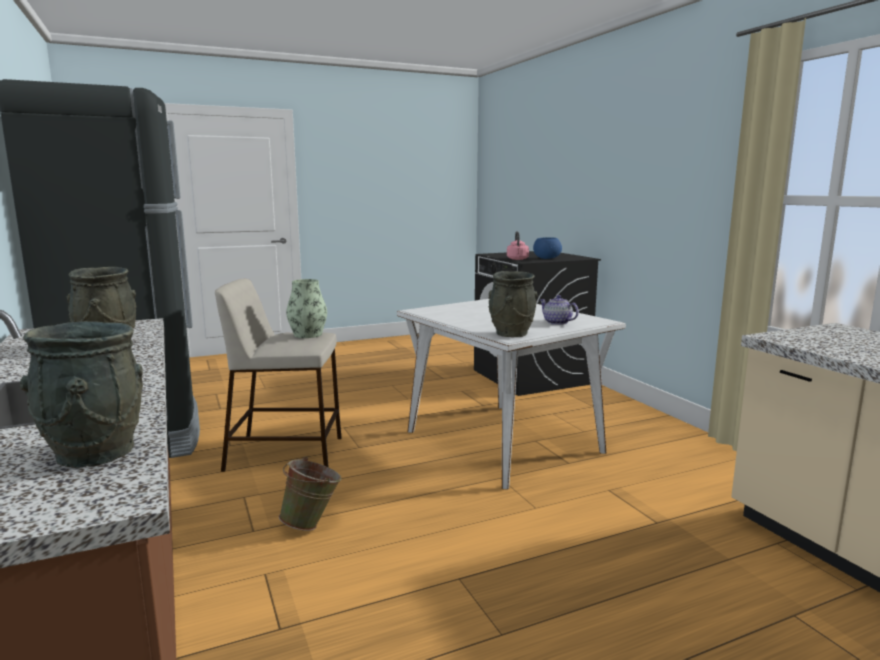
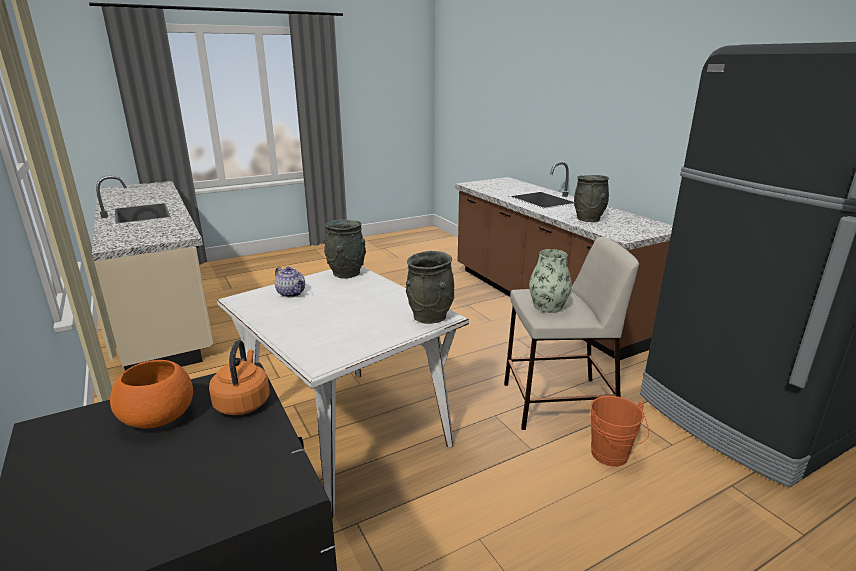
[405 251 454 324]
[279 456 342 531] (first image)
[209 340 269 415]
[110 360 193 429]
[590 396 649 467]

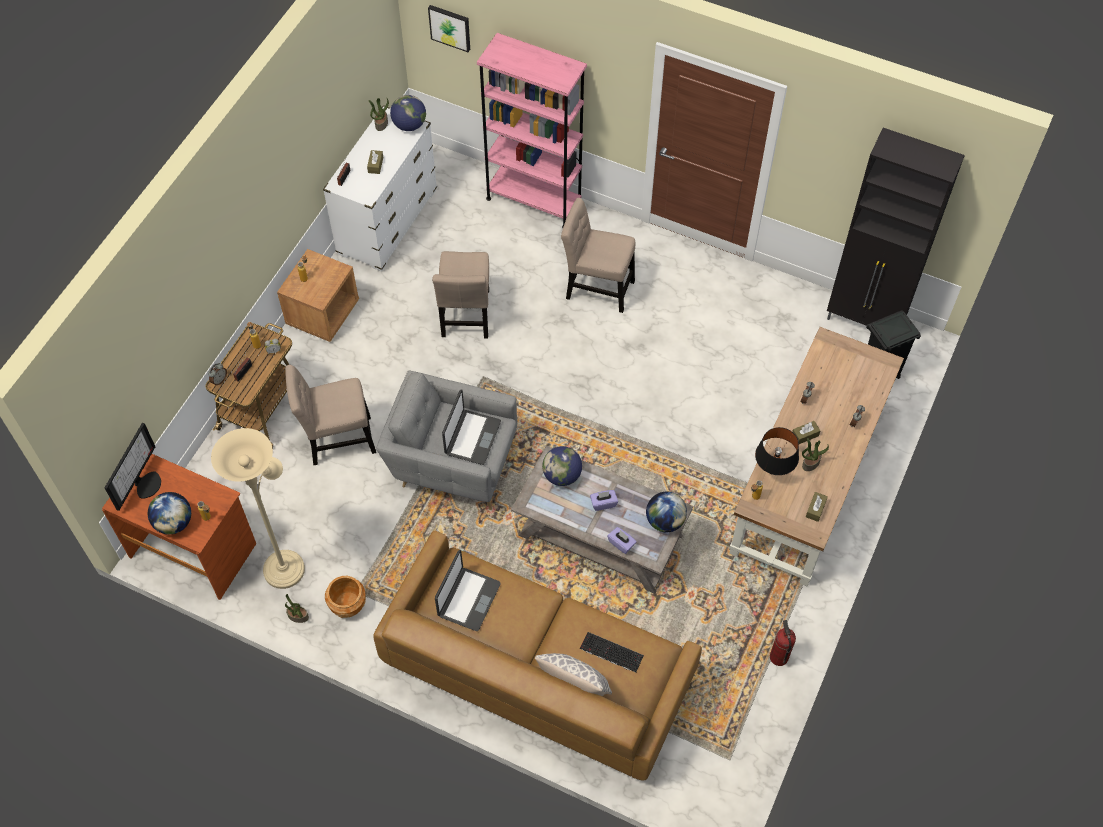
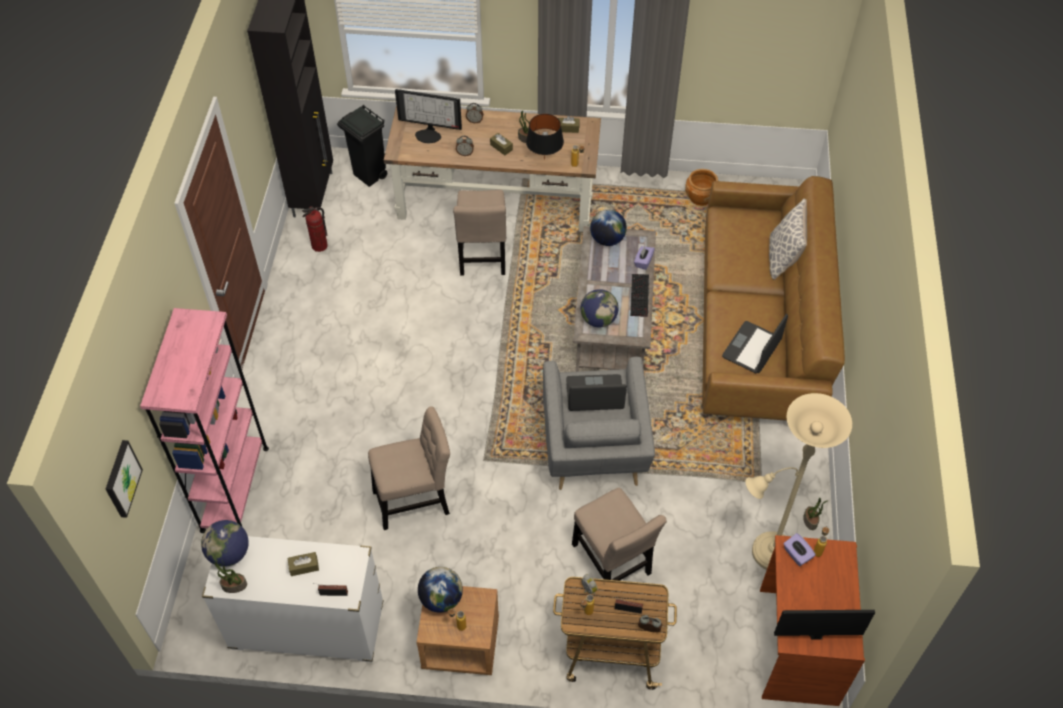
[418 567 463 613]
[685 169 718 206]
[722 313 788 373]
[453 190 506 276]
[630 274 649 317]
[784 533 816 566]
[302 206 328 252]
[395 89 462 143]

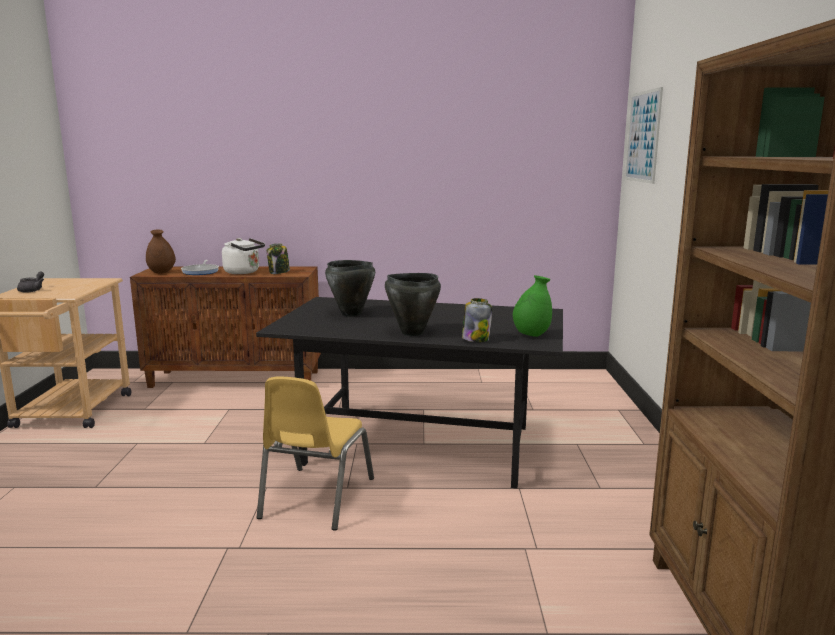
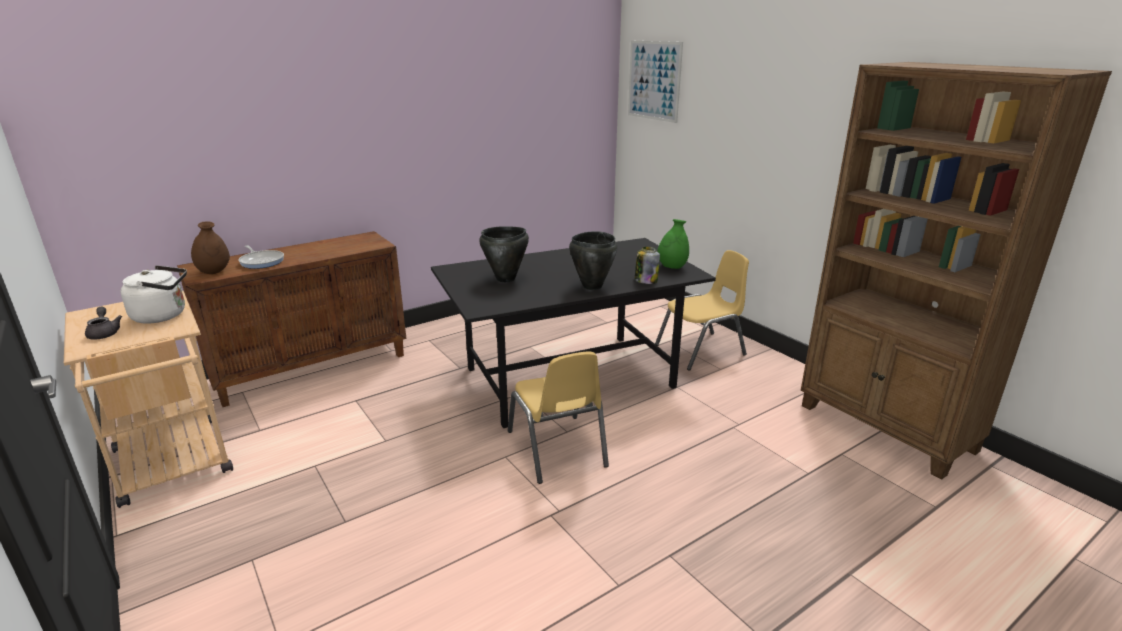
[121 265 187 324]
[267 243 290 274] (first image)
[655 250 749 371]

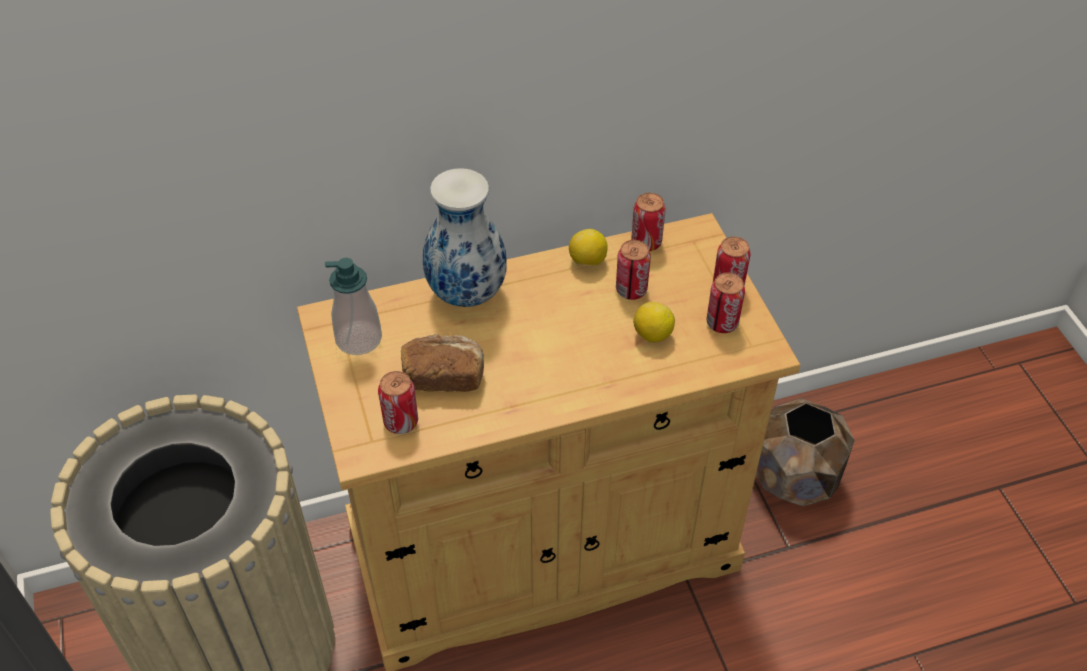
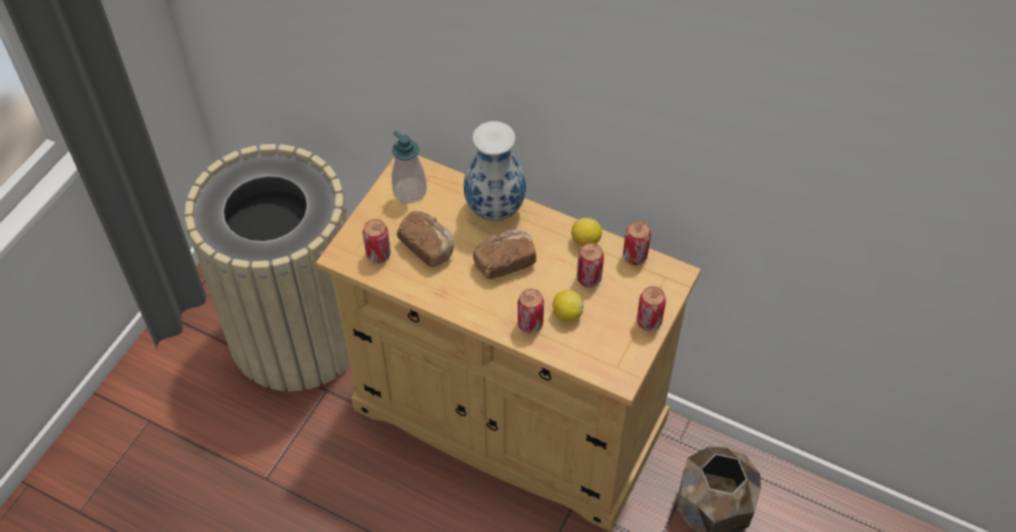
[518 289 544 333]
[473 230 536 279]

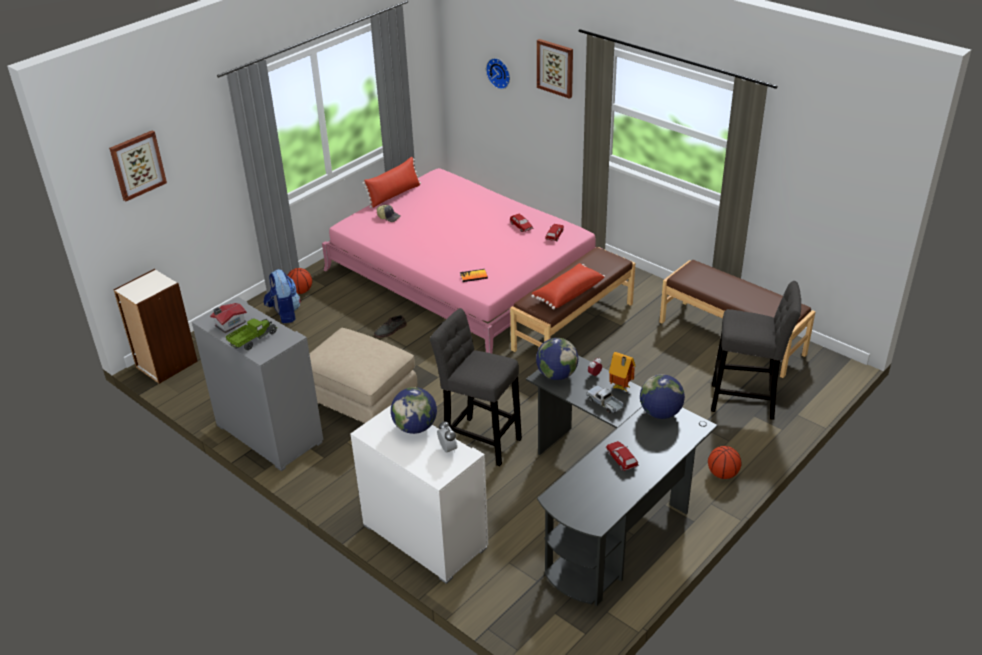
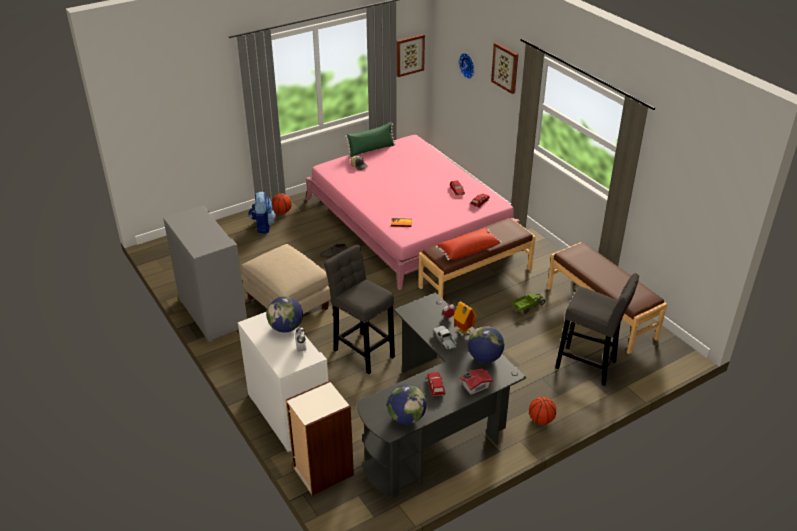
[396 34 425 77]
[286 381 354 496]
[460 369 493 396]
[512 292 546 314]
[345 122 396 157]
[387 384 427 425]

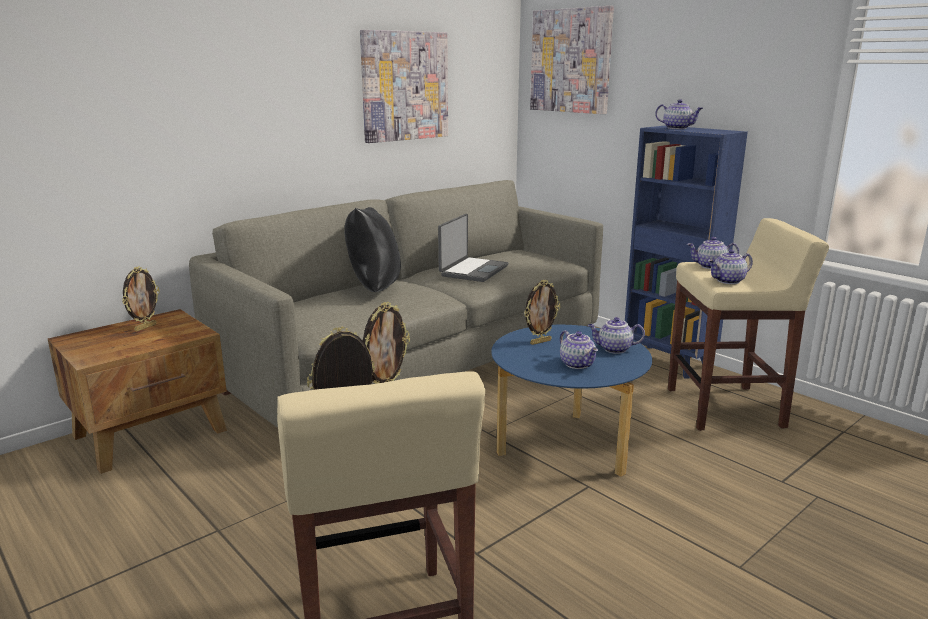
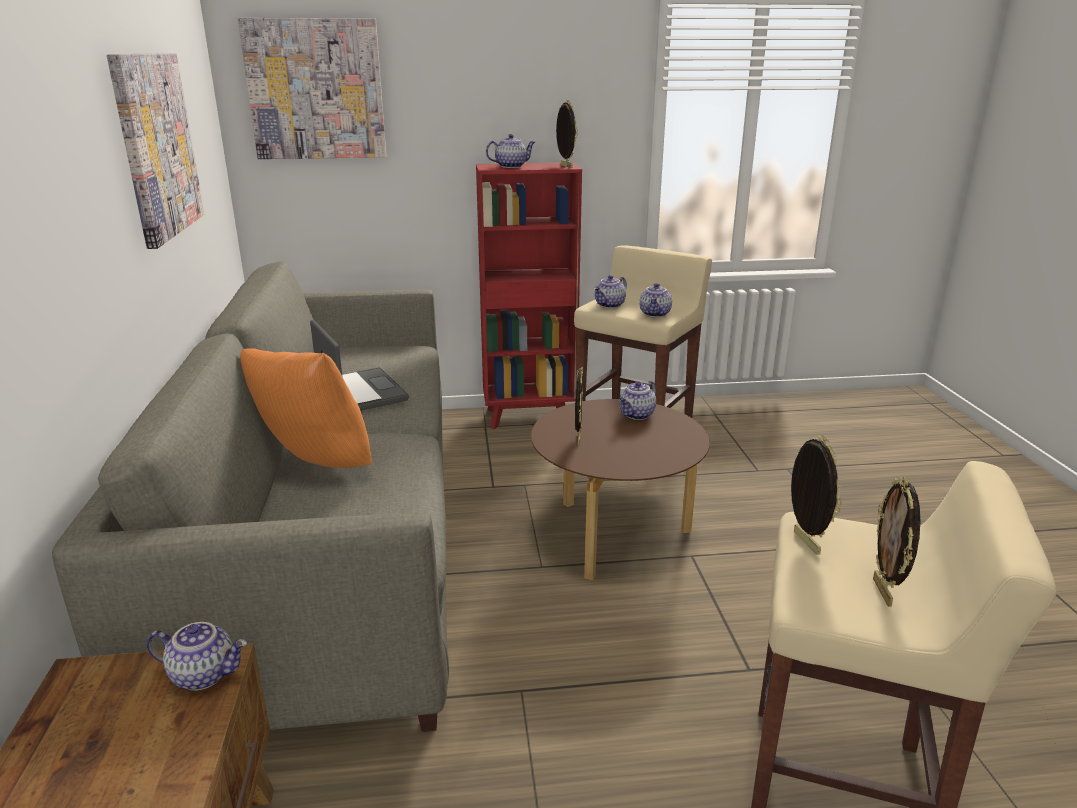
[556 100 578 168]
[240 348 372 468]
[531 399 710 581]
[146 622 247 690]
[476 162 582 429]

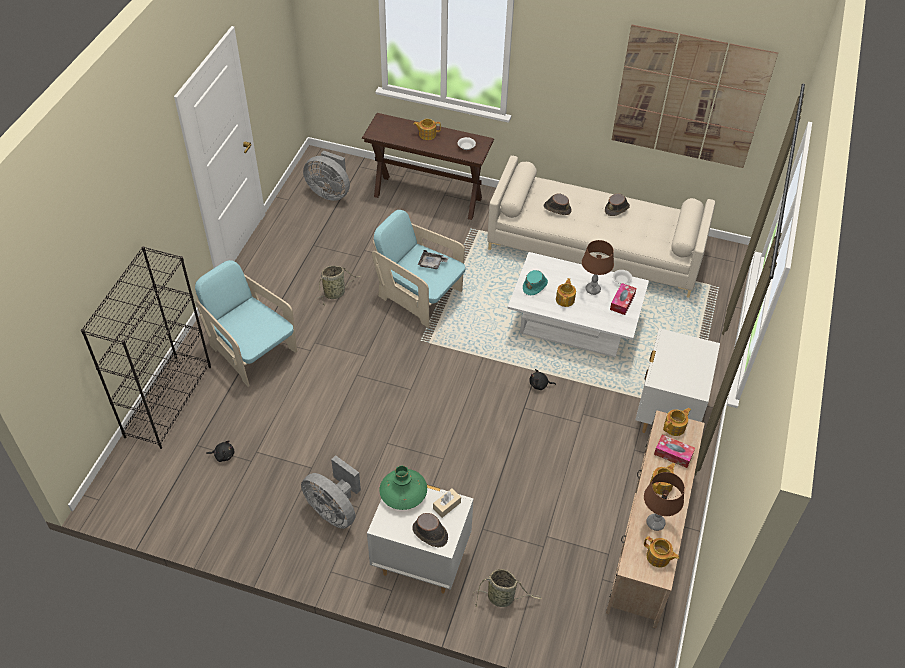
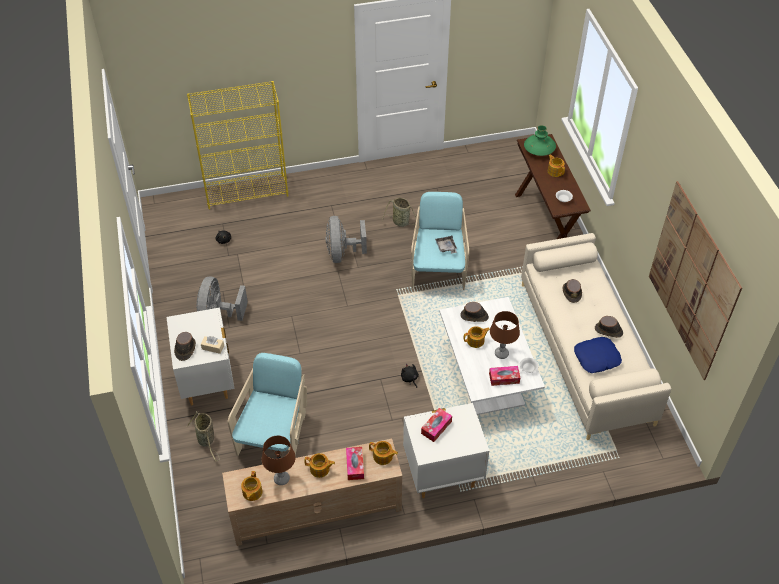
[187 81 288 209]
[228 353 307 456]
[325 216 367 263]
[524 125 556 156]
[460 302 489 322]
[421 408 452 442]
[574 337 622 373]

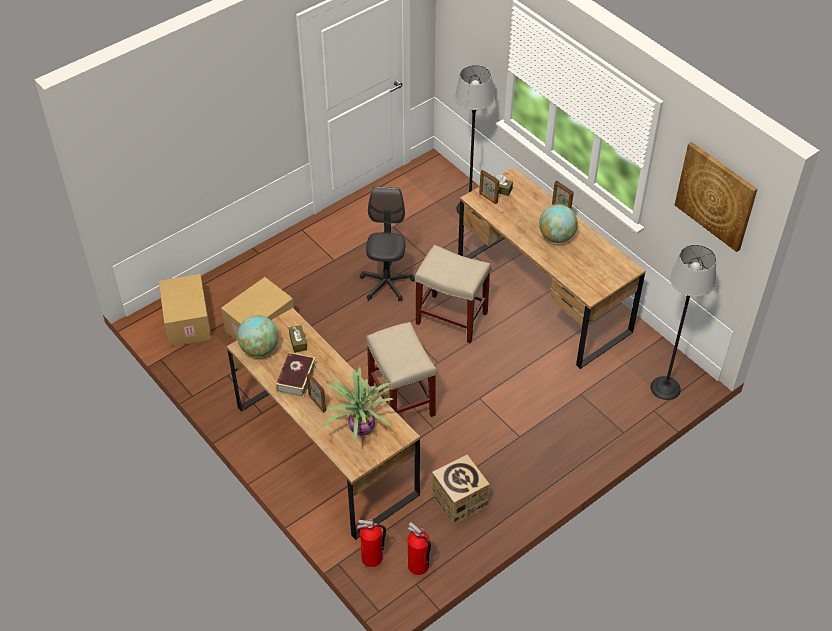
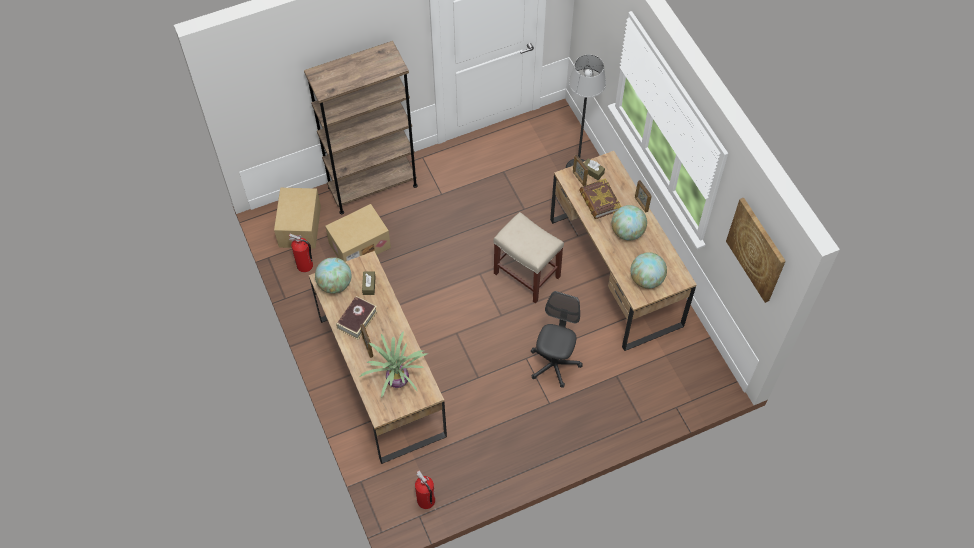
[289 234 313 272]
[531 291 582 388]
[366 322 437 417] (first image)
[432 455 490 525] (first image)
[651 245 716 400] (first image)
[304 41 418 214]
[579 178 621 219]
[630 252 667 289]

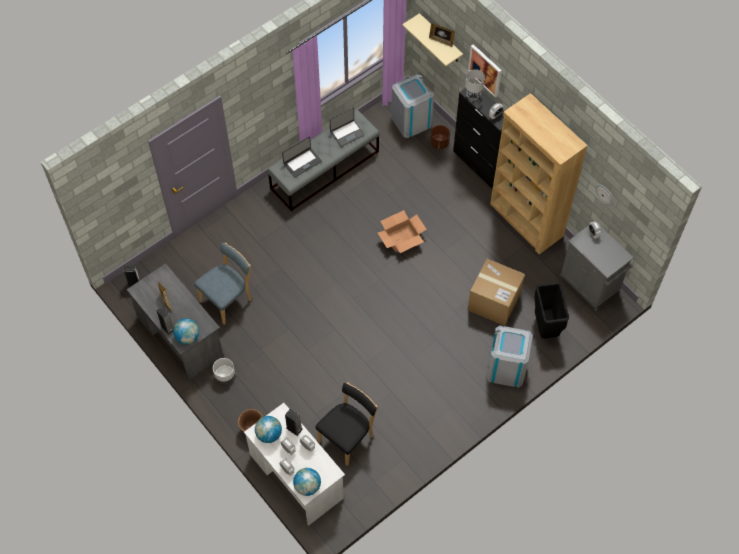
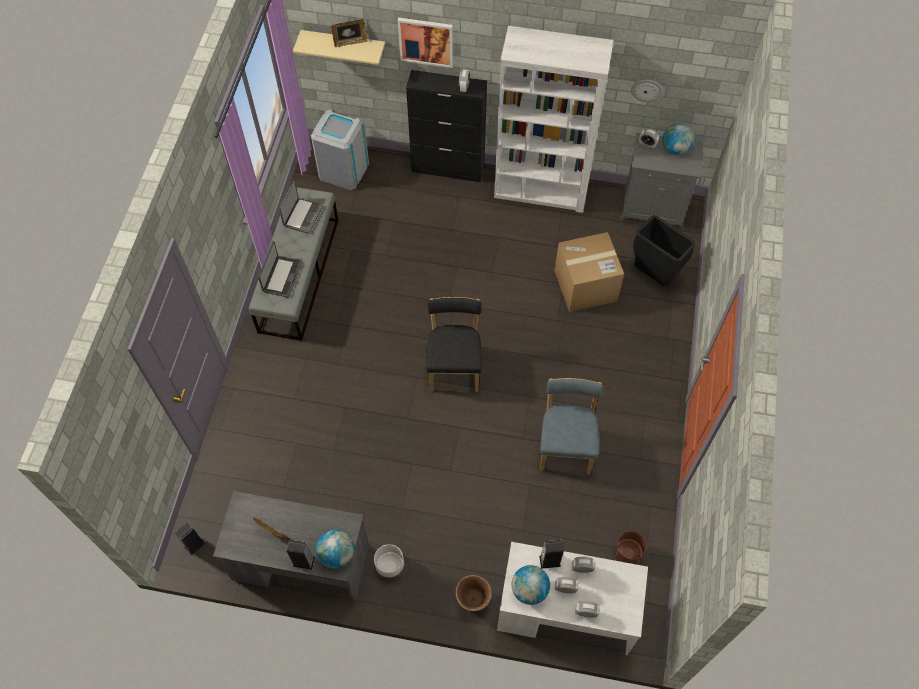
[540 378 603 475]
[663 123 694 155]
[426 297 482 392]
[378 210 427 253] (first image)
[614 531 647 565]
[465 69 485 101] (first image)
[486 325 533 388] (first image)
[494 26 613 213]

